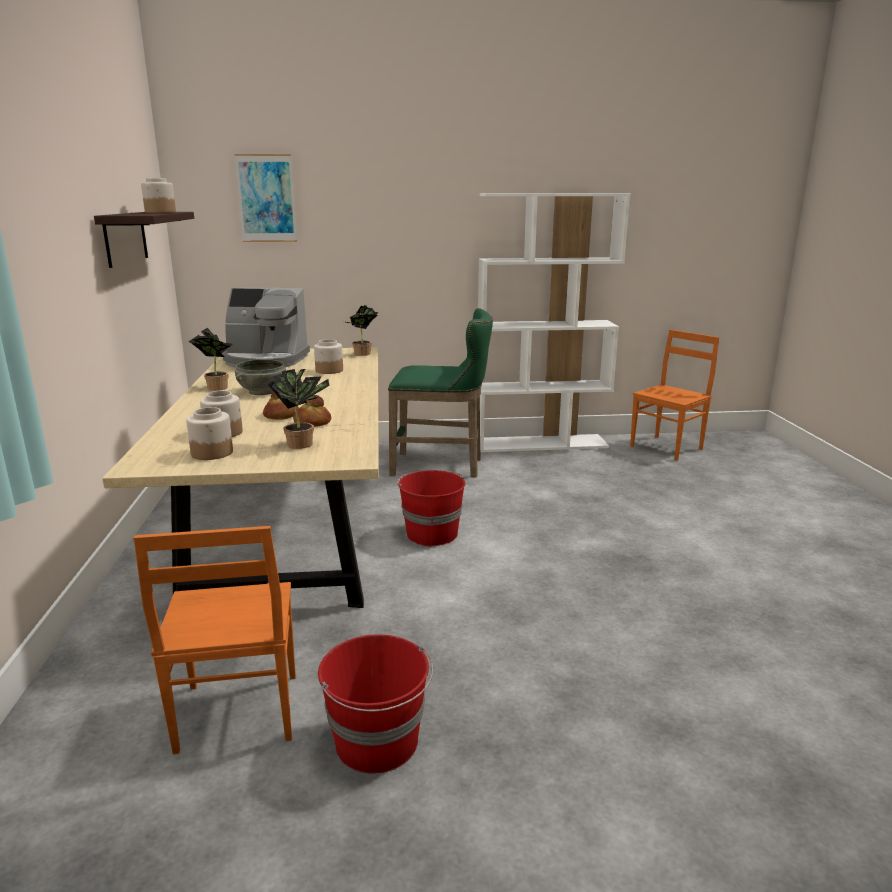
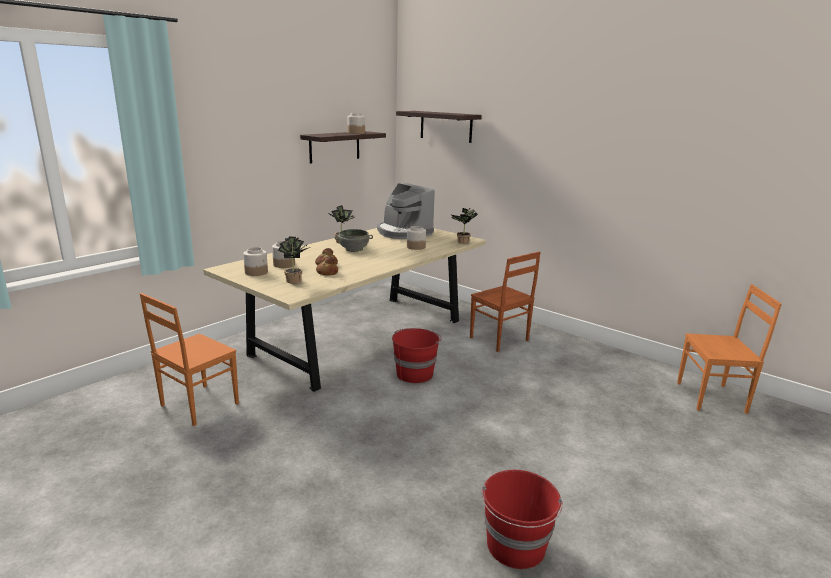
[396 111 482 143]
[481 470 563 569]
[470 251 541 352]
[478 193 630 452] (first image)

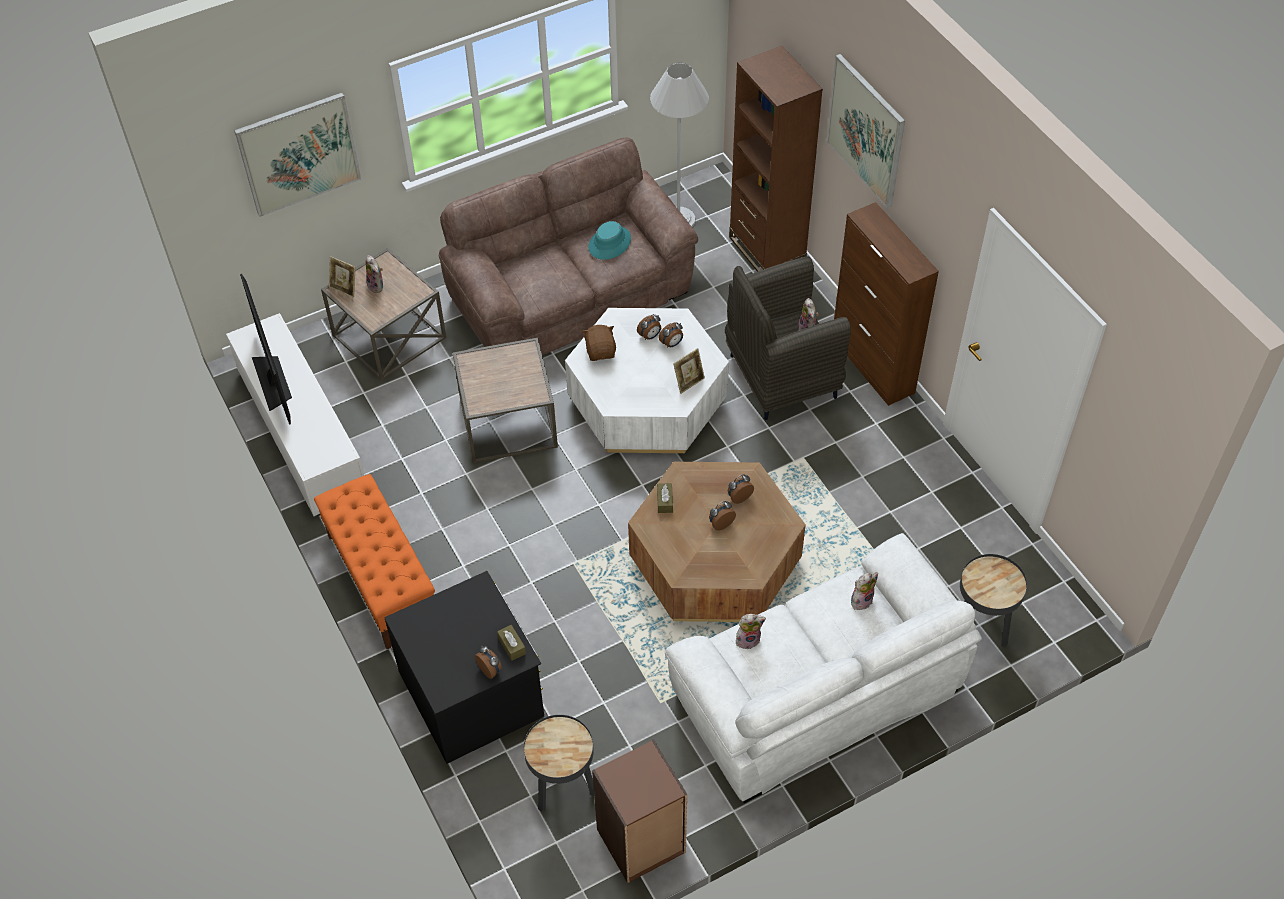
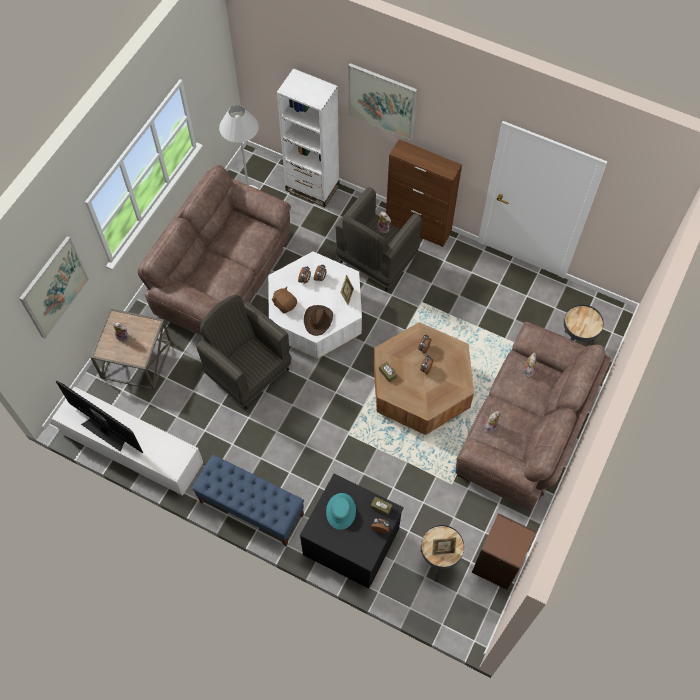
[192 455 304 546]
[432 537 457 556]
[196 295 291 410]
[326 493 356 530]
[456 322 611 511]
[277 68 339 207]
[304 305 333 336]

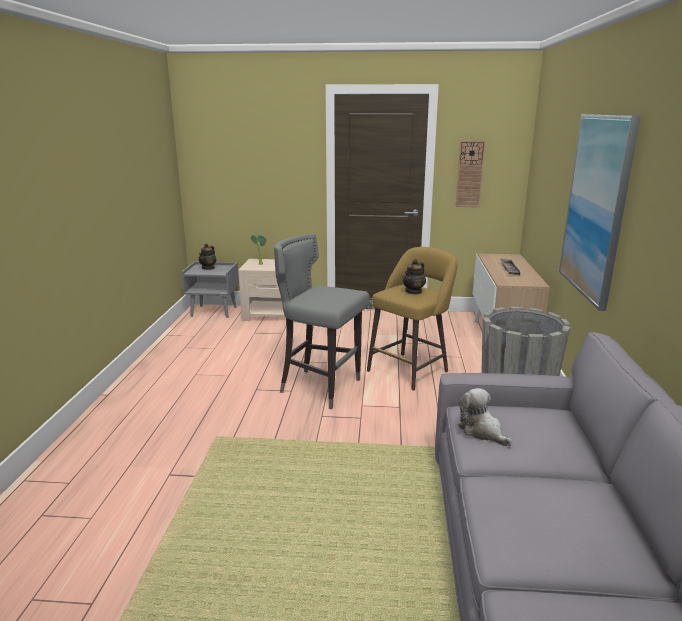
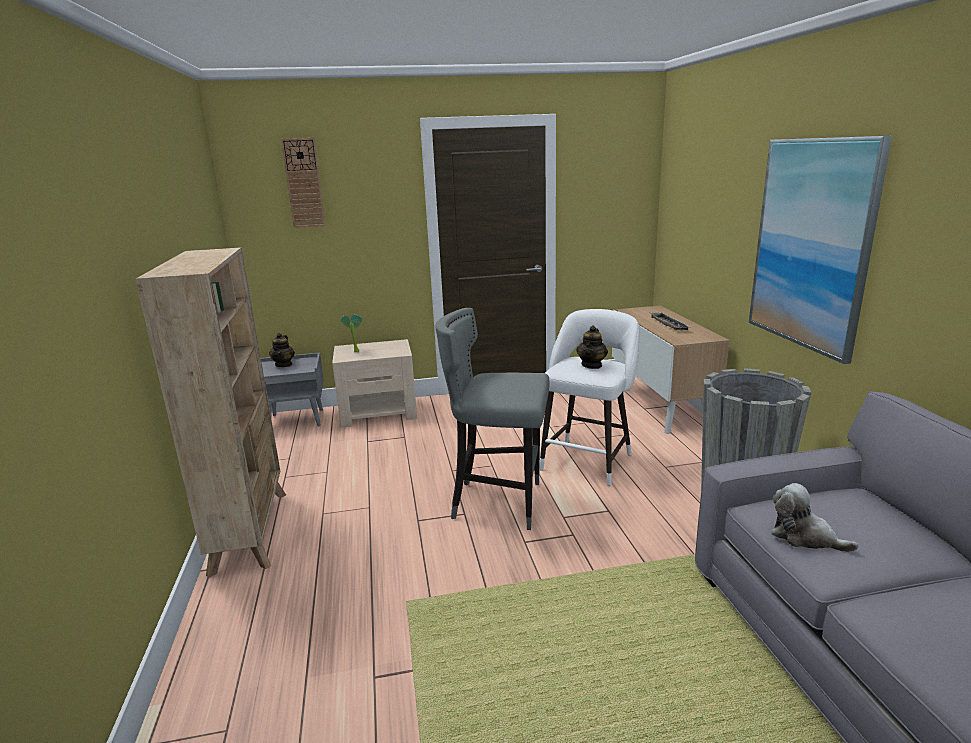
[539 309 639 486]
[281 138 326 228]
[135 247 286 578]

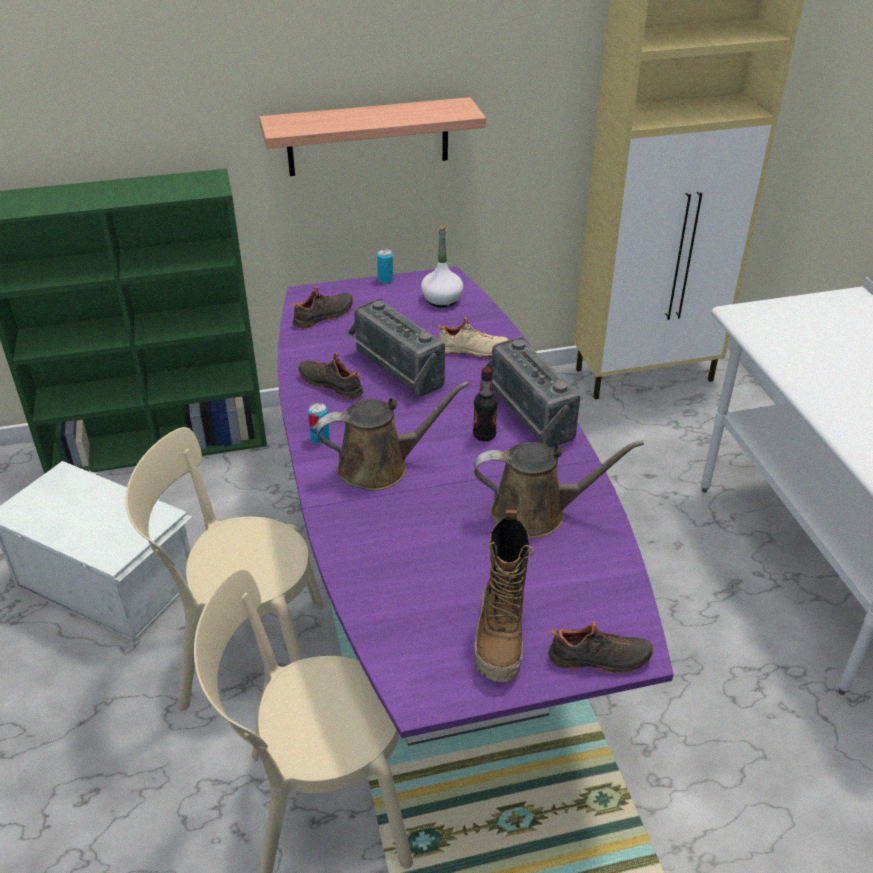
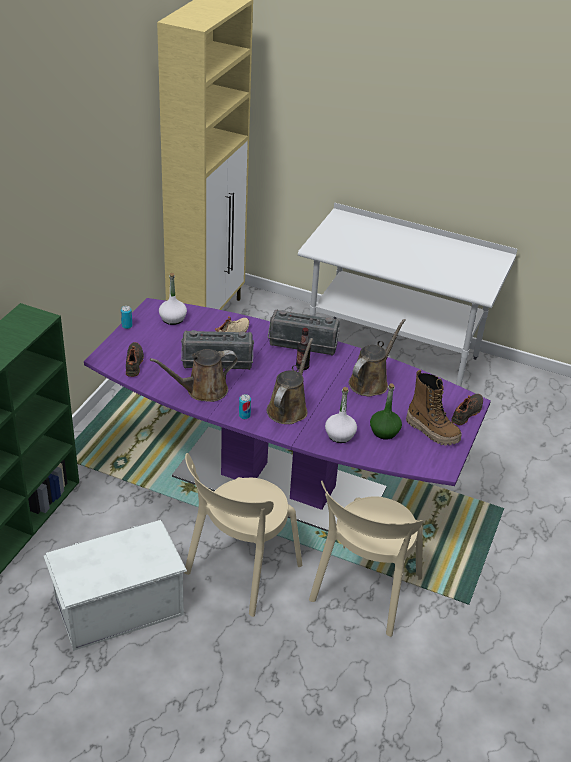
[259 97 486 176] (first image)
[150 349 238 402]
[325 387 357 443]
[370 384 402 440]

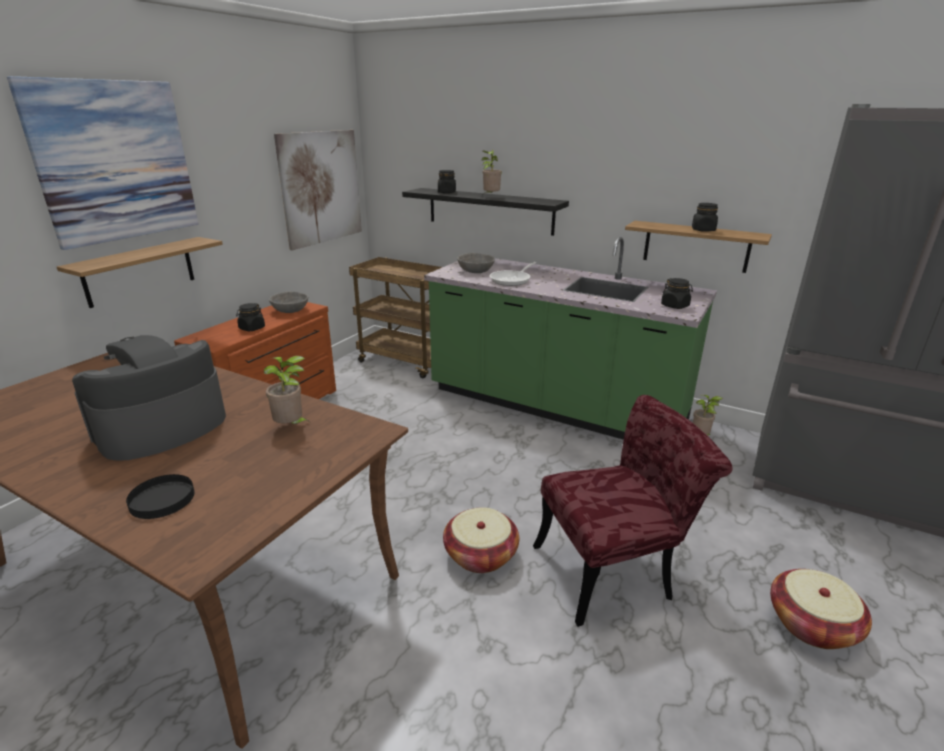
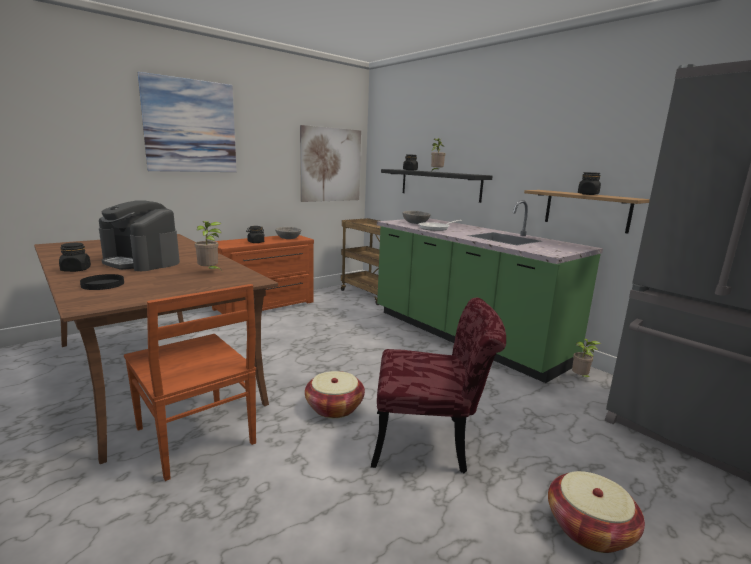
[57 237 223 308] (first image)
[99 200 180 271]
[59 243 91 272]
[124 284 256 481]

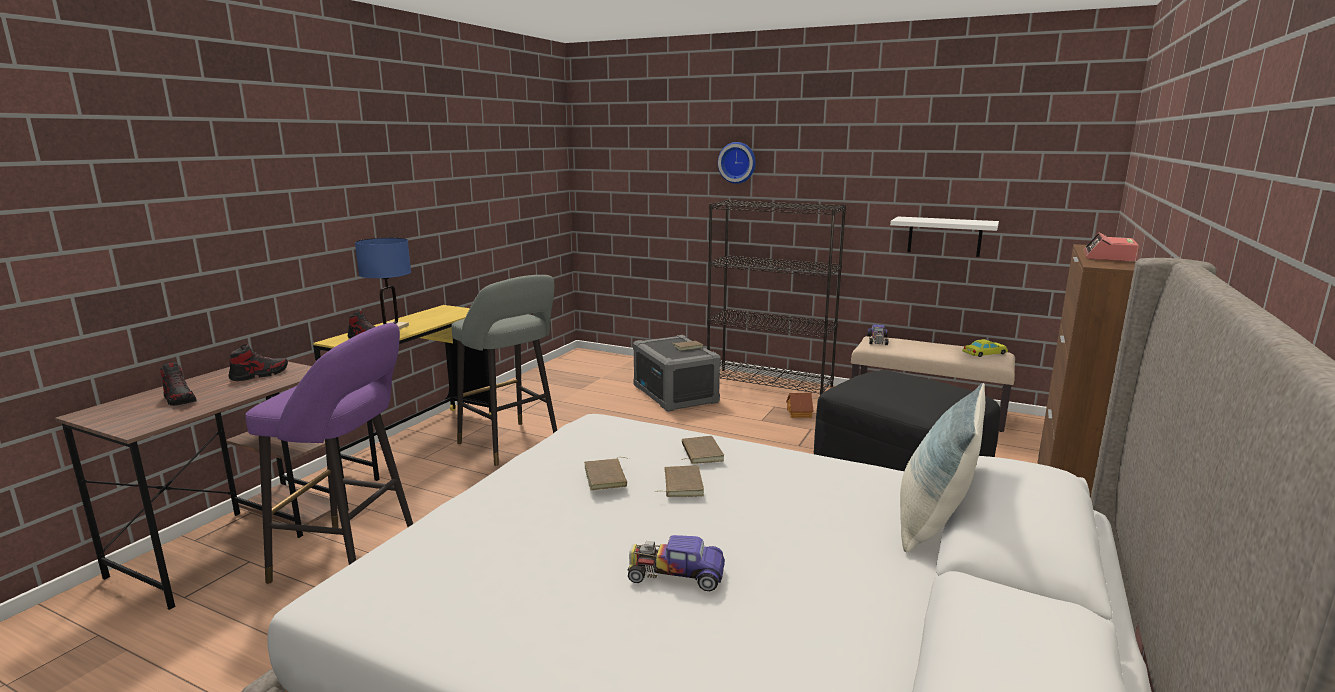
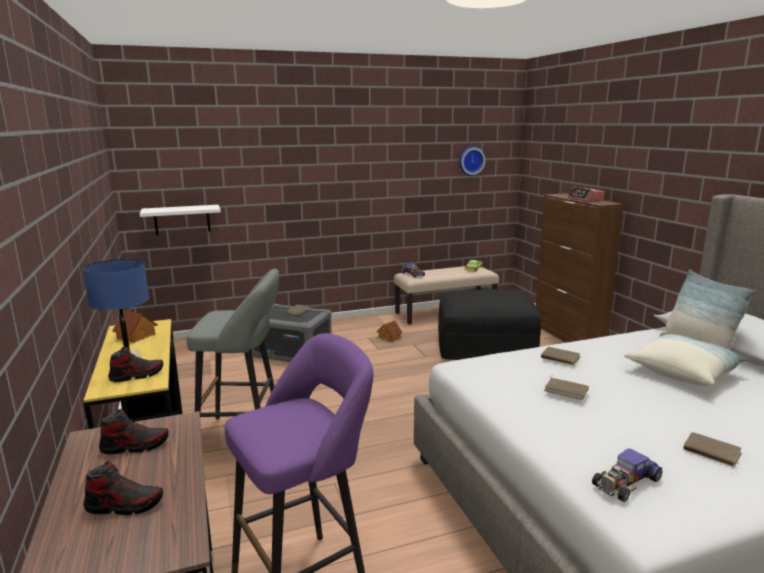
[99 409 169 455]
[592 448 662 502]
[683 432 742 468]
[707 200 846 395] (first image)
[459 146 485 176]
[140 205 221 235]
[112 310 158 343]
[624 334 749 386]

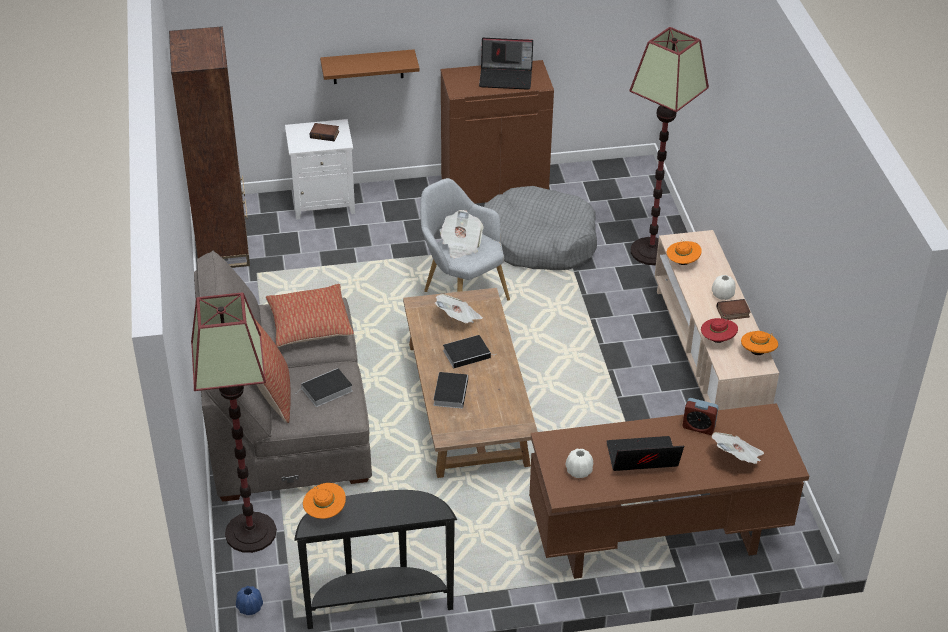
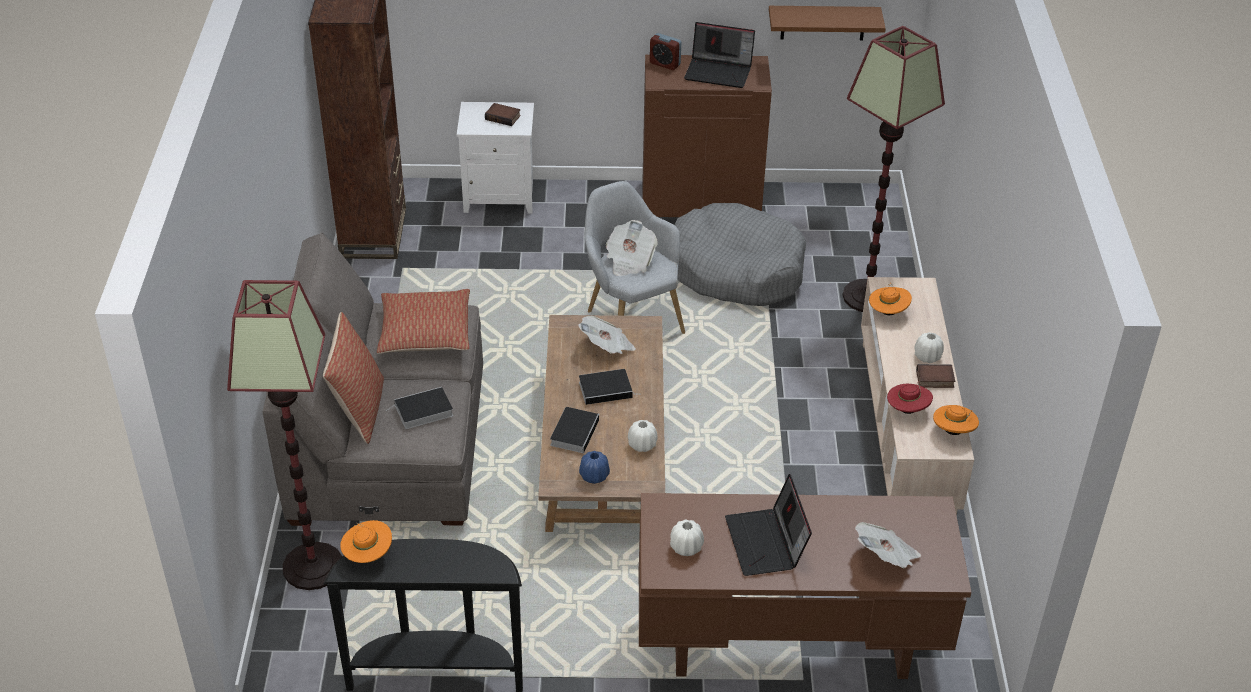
[579 451 610 484]
[769 6 886 40]
[725 474 812 576]
[650 33 681 70]
[628 420 658 452]

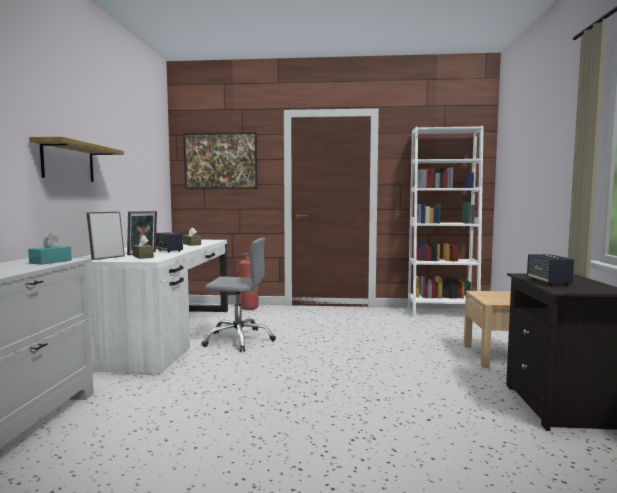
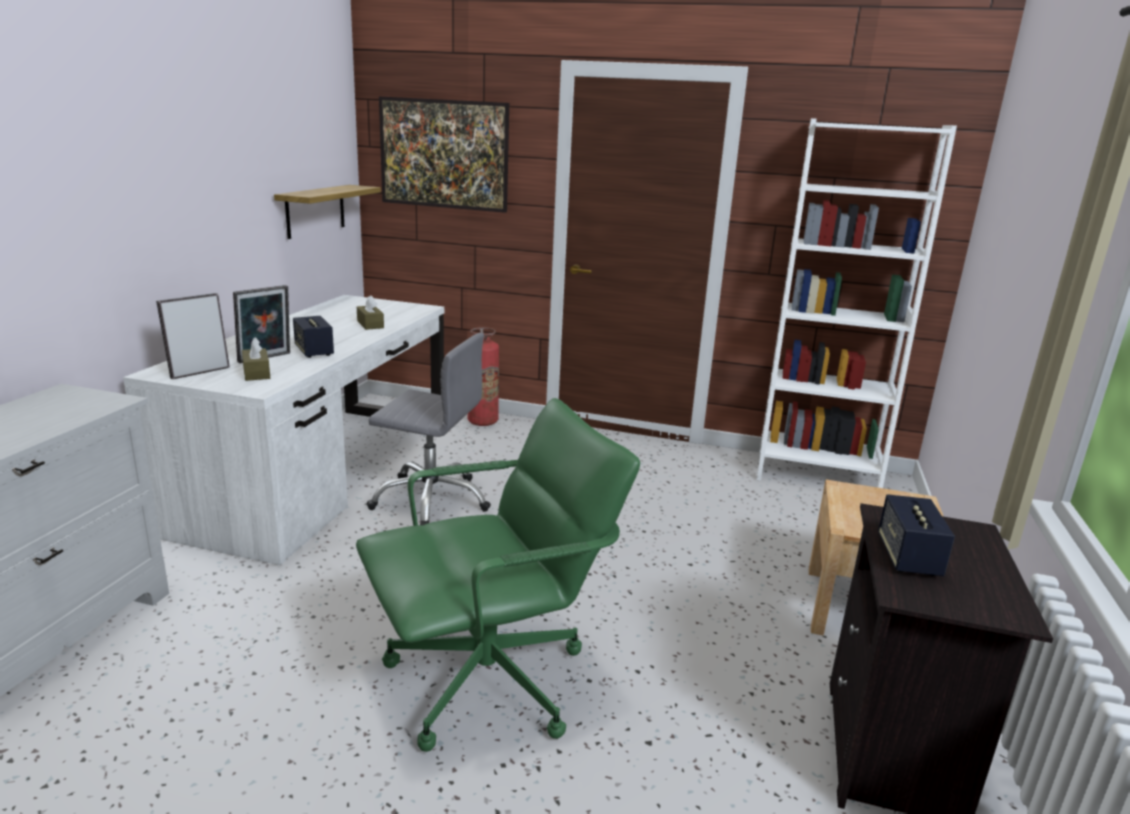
[28 233 72 265] (first image)
[274 185 381 239]
[356 398 640 752]

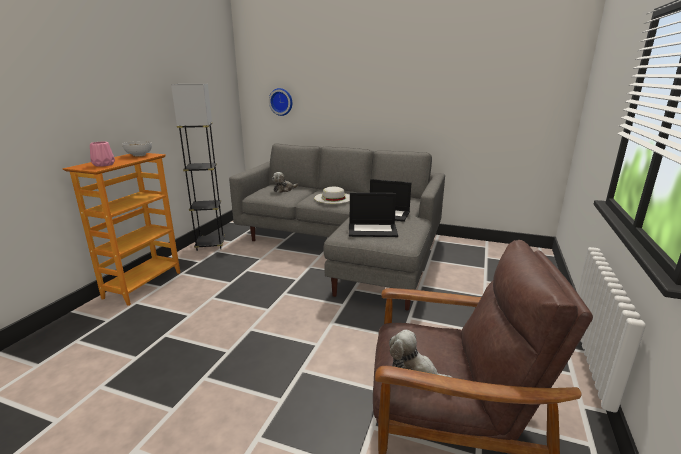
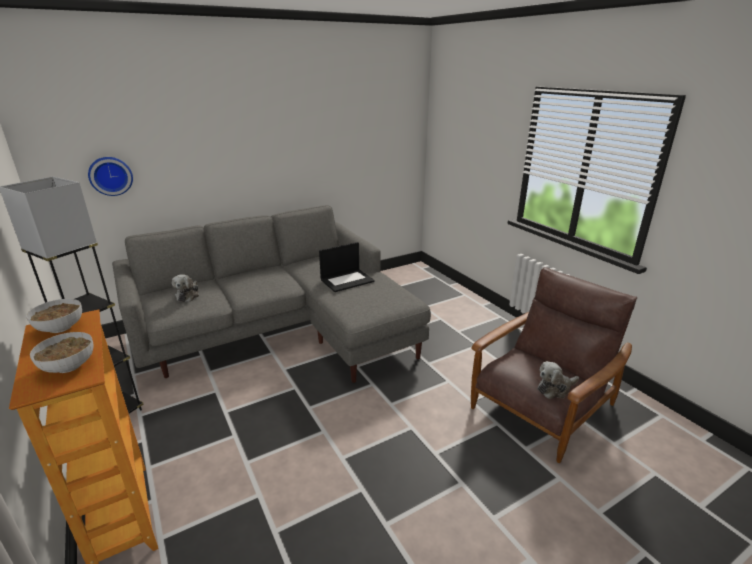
[30 332 93 373]
[314 187 350 204] (first image)
[349 193 398 237] (first image)

